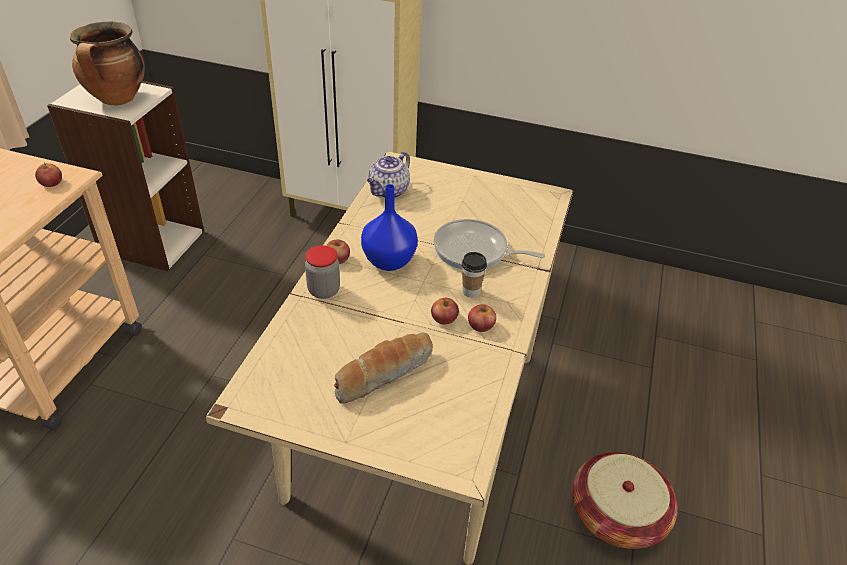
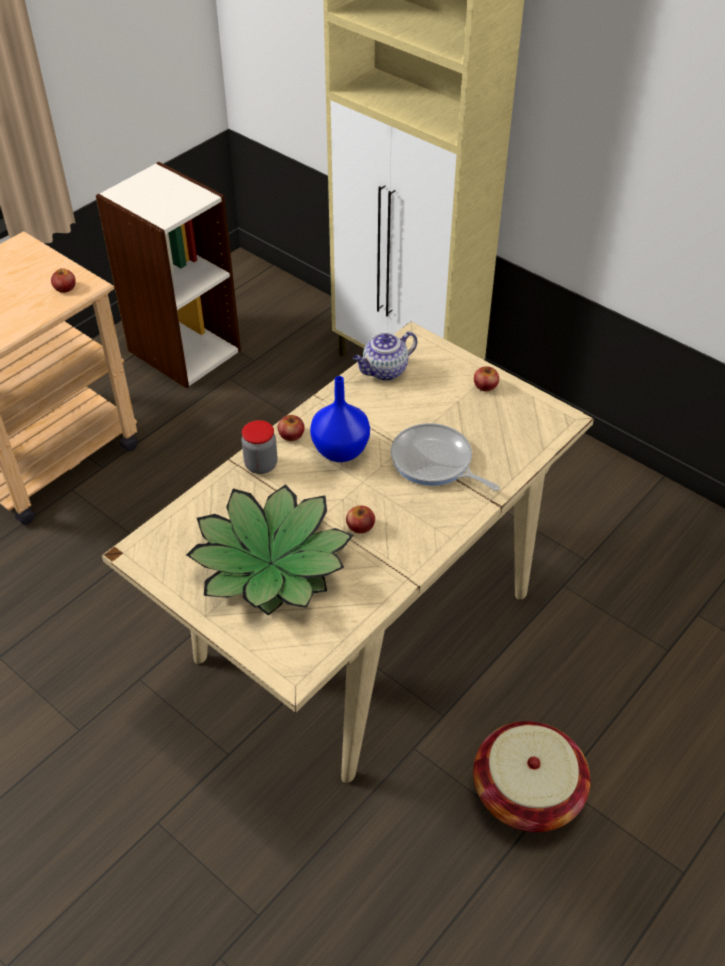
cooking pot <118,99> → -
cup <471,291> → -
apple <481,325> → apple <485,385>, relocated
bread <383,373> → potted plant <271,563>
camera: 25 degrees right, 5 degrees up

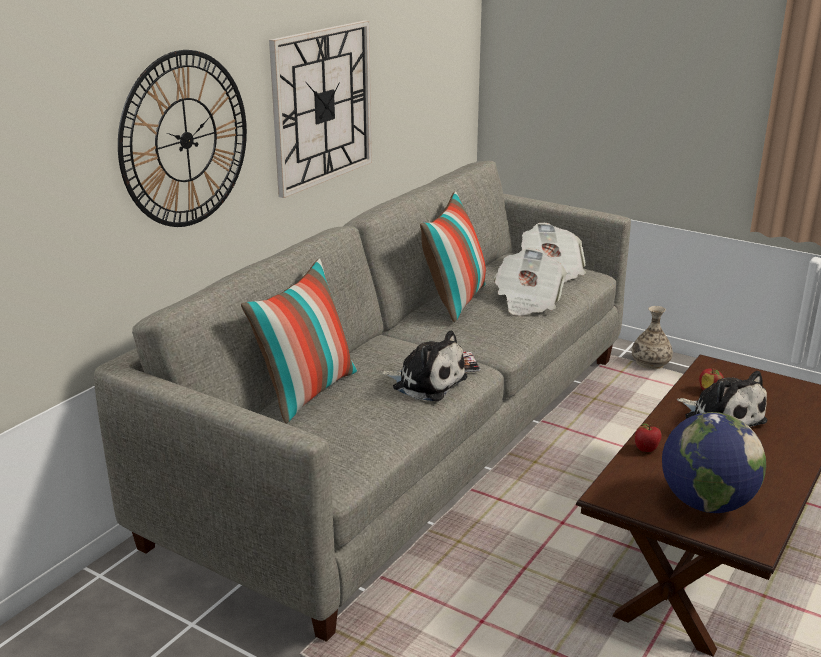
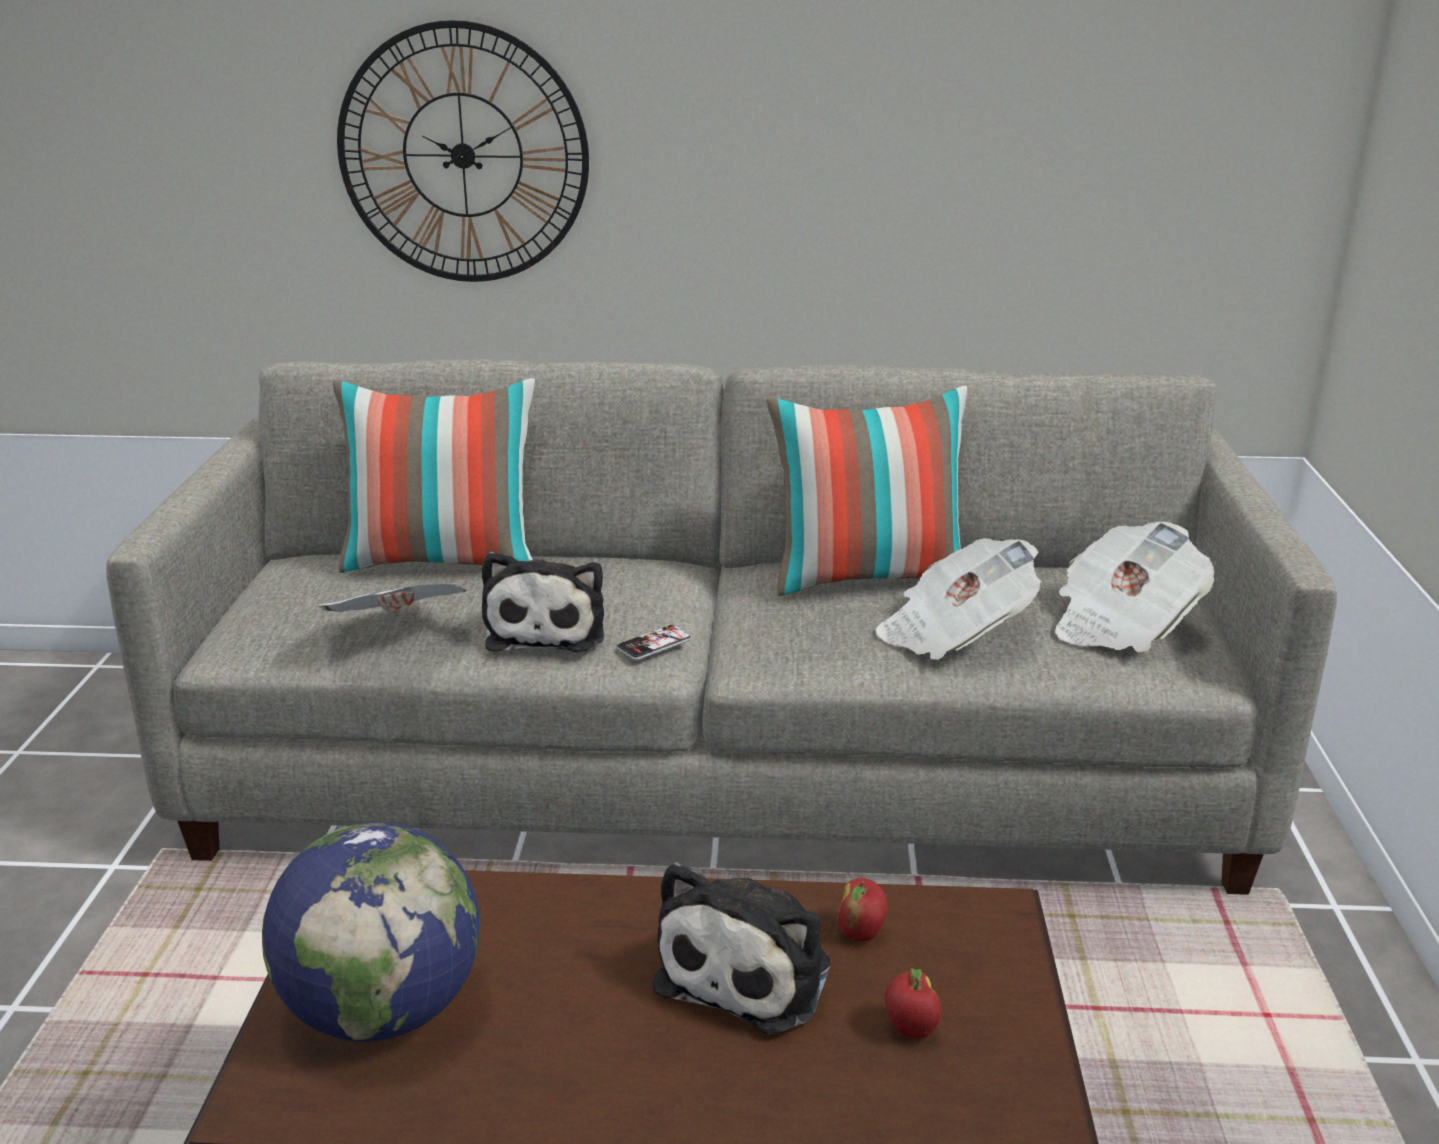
wall clock <322,106> → -
vase <650,364> → -
apple <646,450> → apple <910,1030>, relocated
- → newspaper <396,635>
camera: 60 degrees right, 0 degrees up

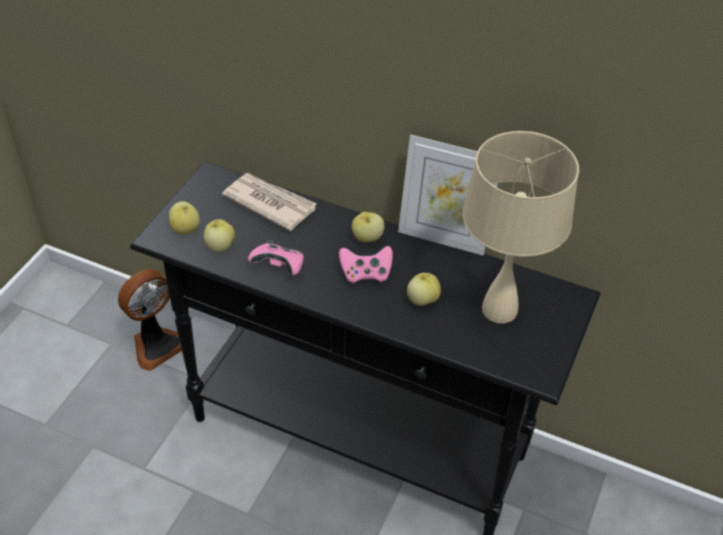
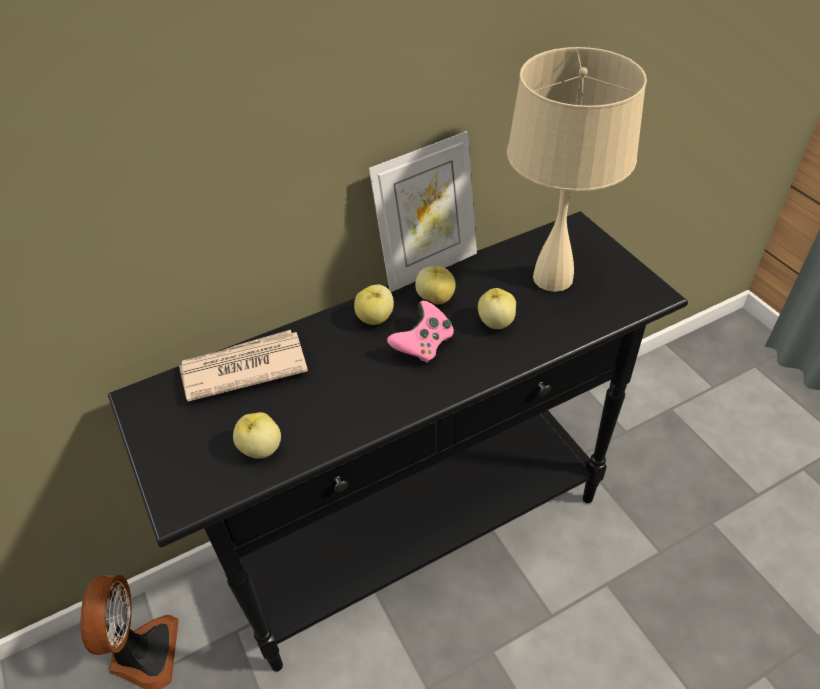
apple <186,229> → apple <436,298>, relocated
pink game controller <279,267> → -
camera: 50 degrees left, 0 degrees up

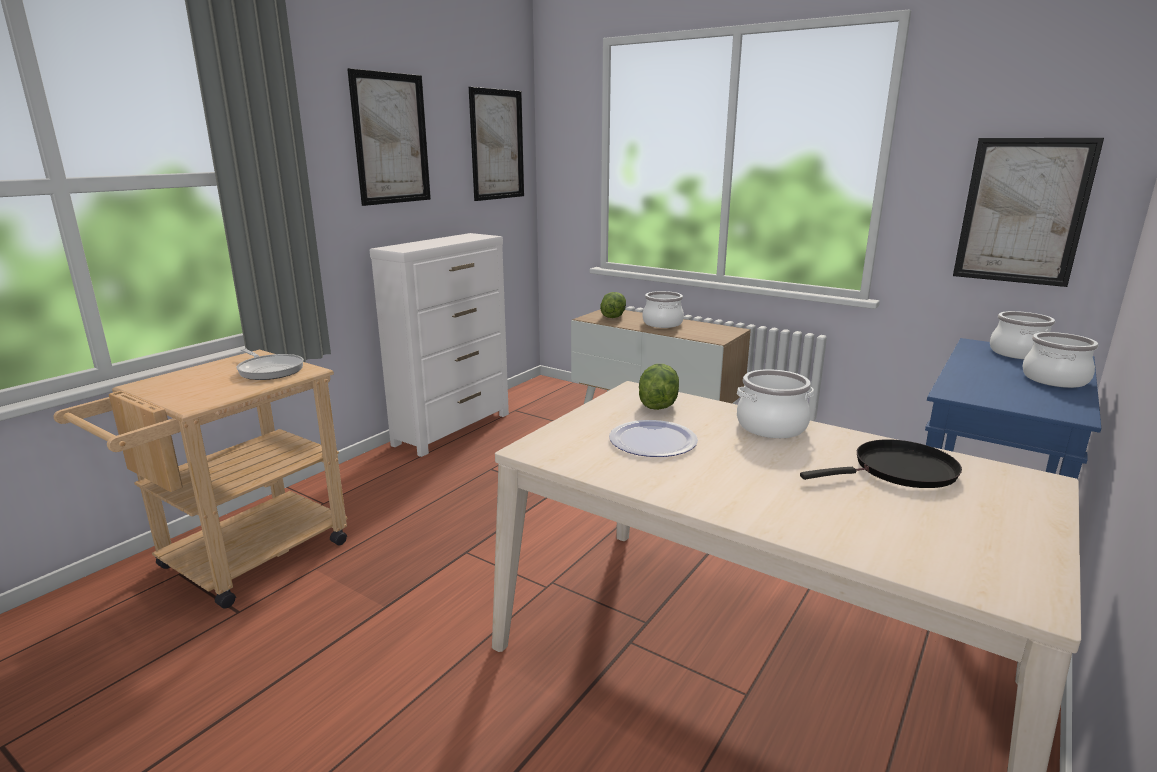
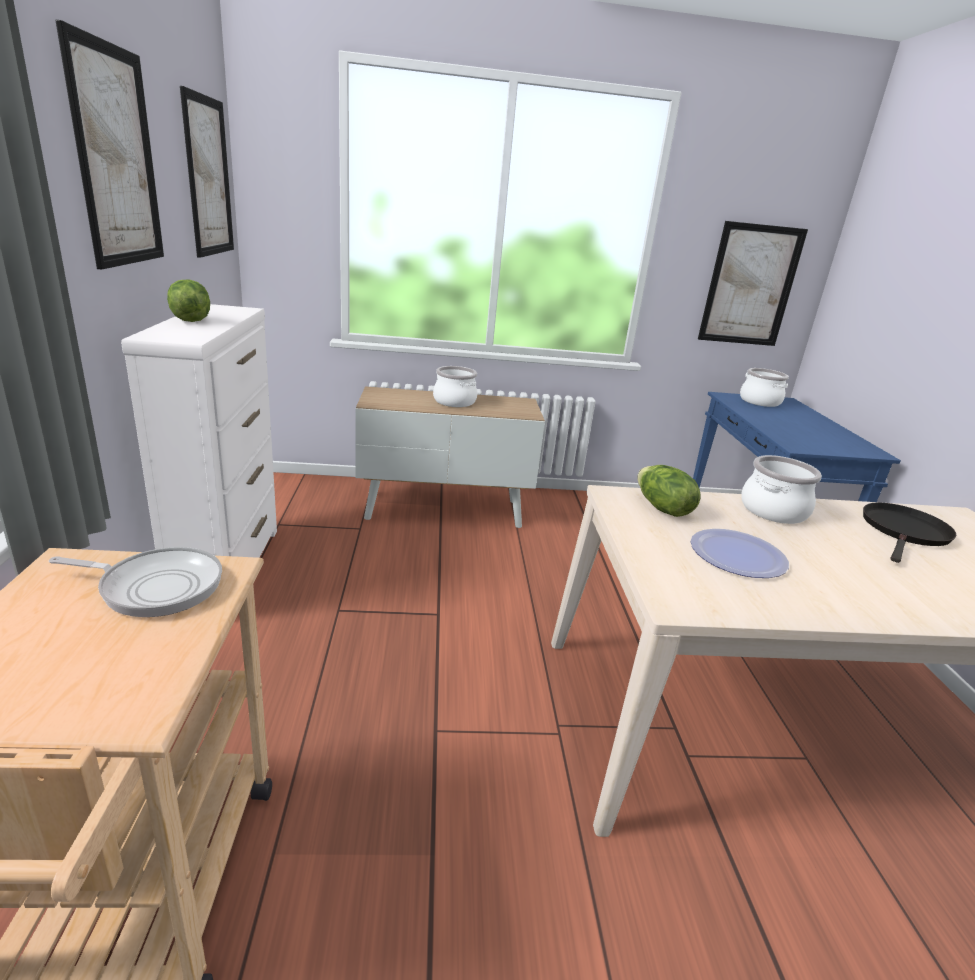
lettuce <613,316> → lettuce <190,320>, relocated
cooking pot <1054,379> → -
camera: 40 degrees left, 5 degrees up

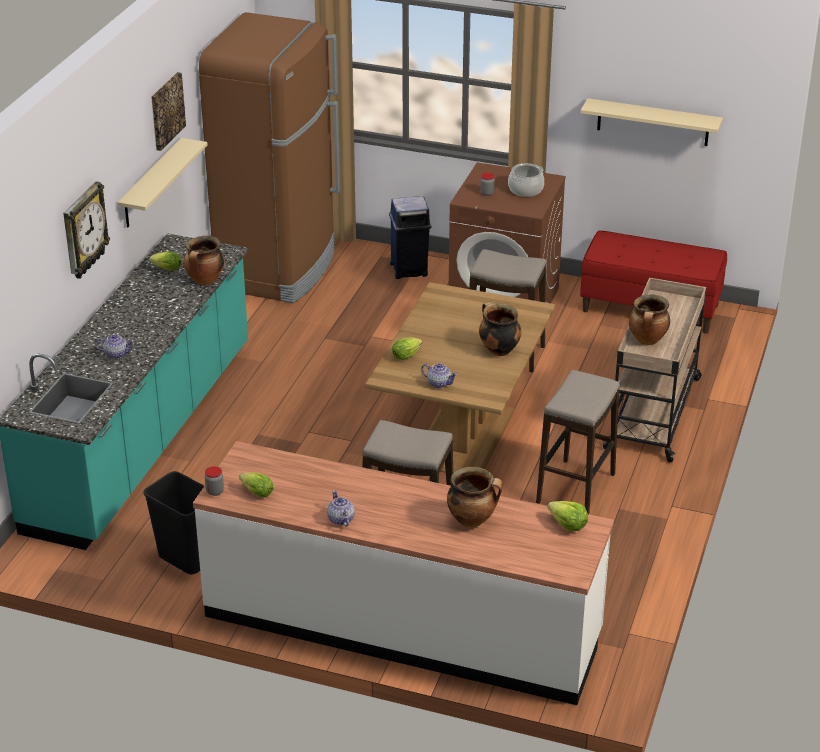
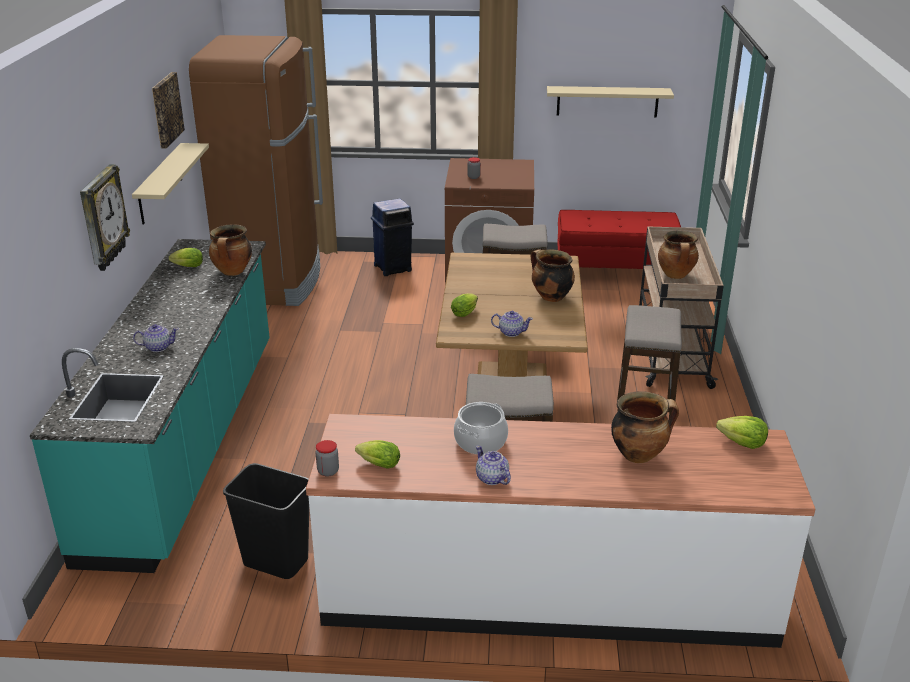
cooking pot <525,190> → cooking pot <480,441>, relocated
camera: 15 degrees left, 5 degrees down

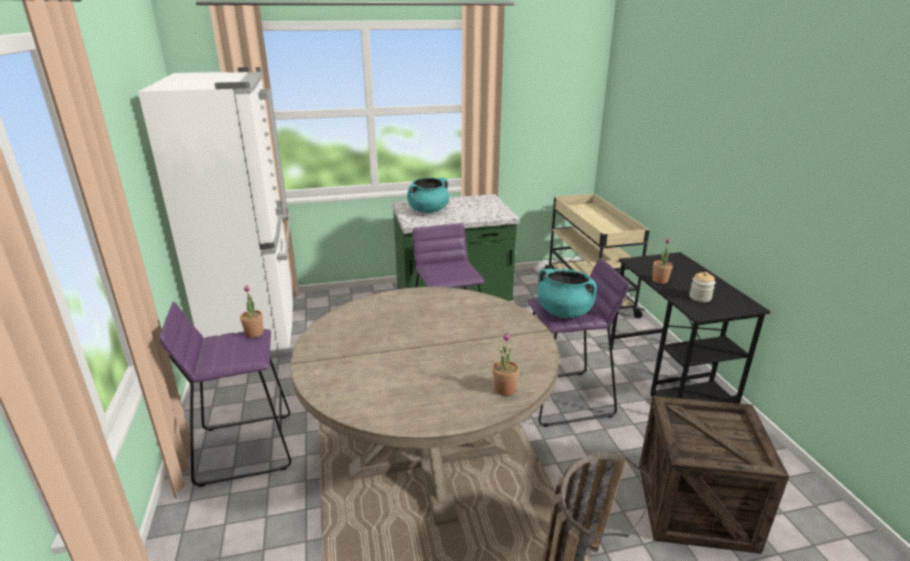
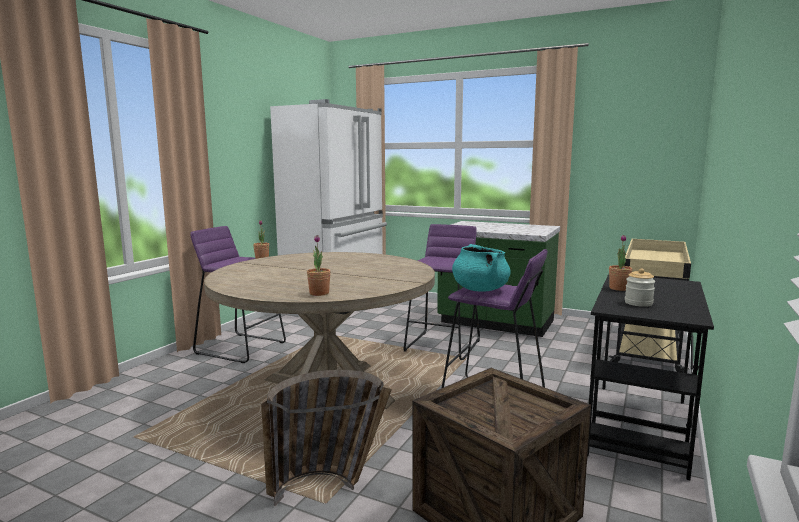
turquoise cooking pot <428,210> → -
camera: 40 degrees right, 15 degrees down

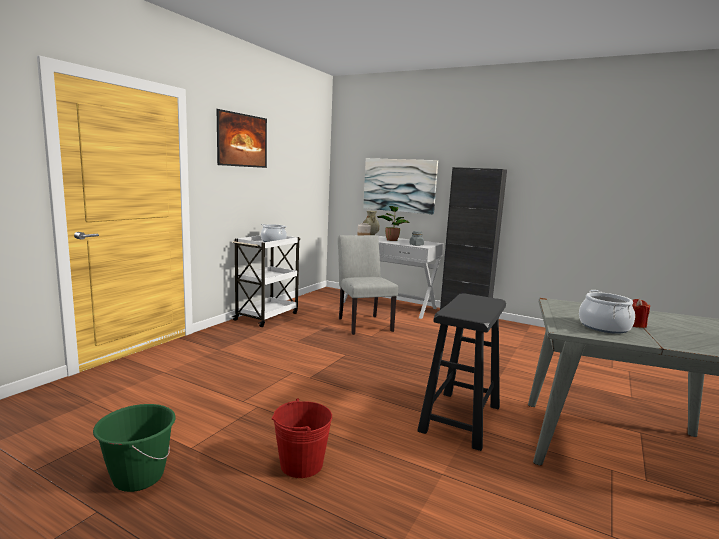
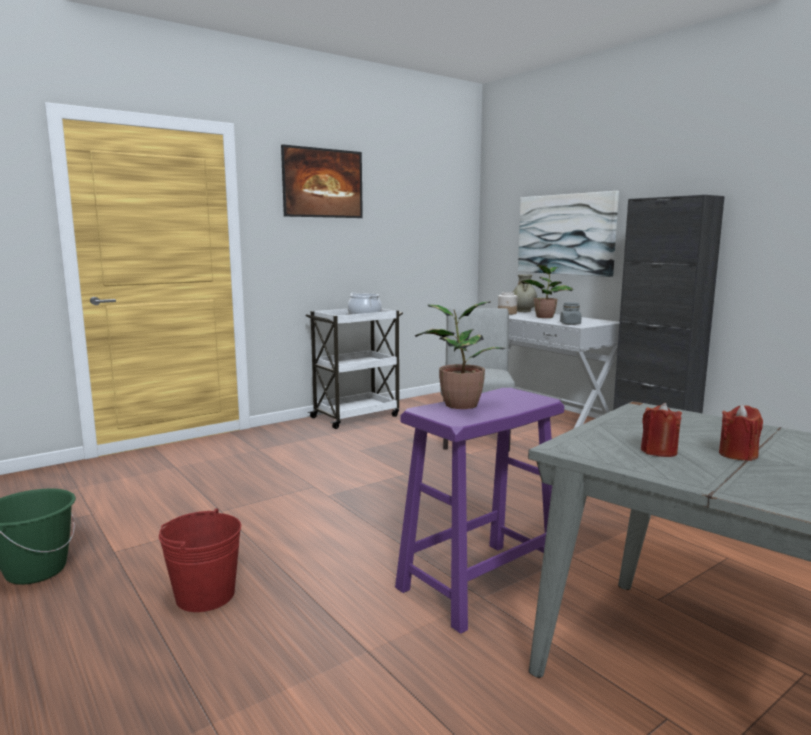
cooking pot <604,327> → red candle <658,451>
black stool <461,418> → purple stool <480,583>
- → potted plant <458,404>
camera: 25 degrees right, 0 degrees up

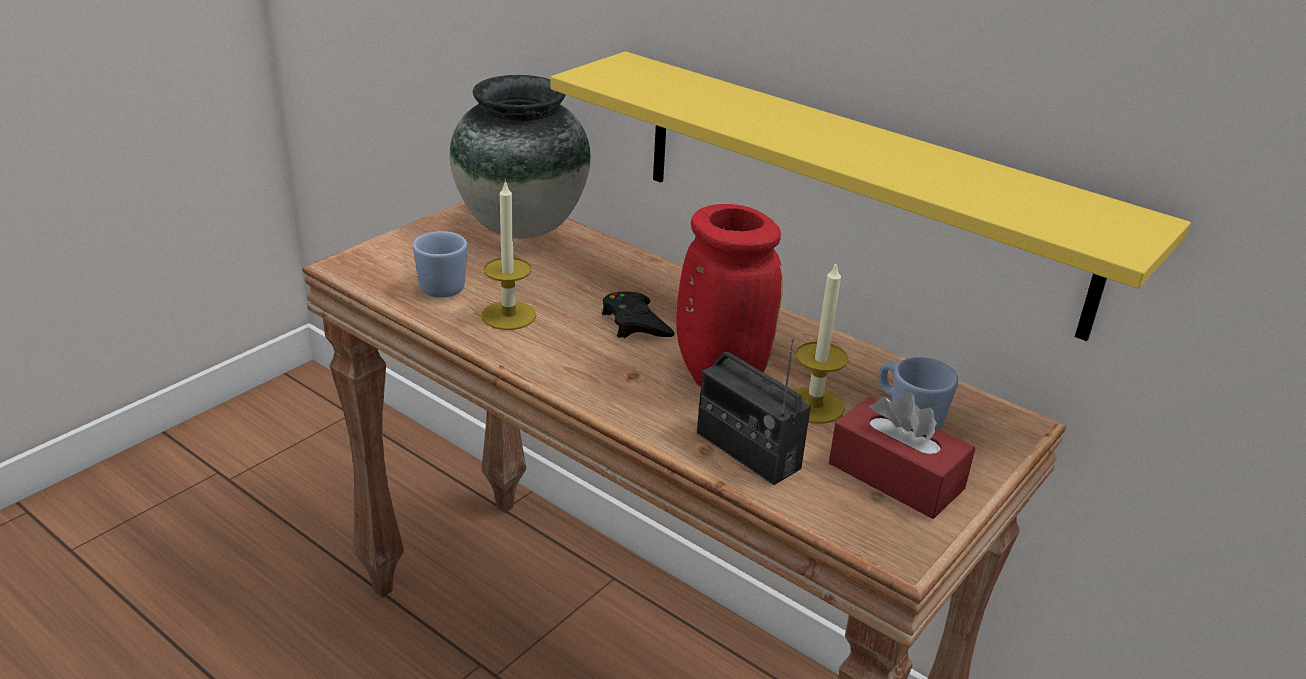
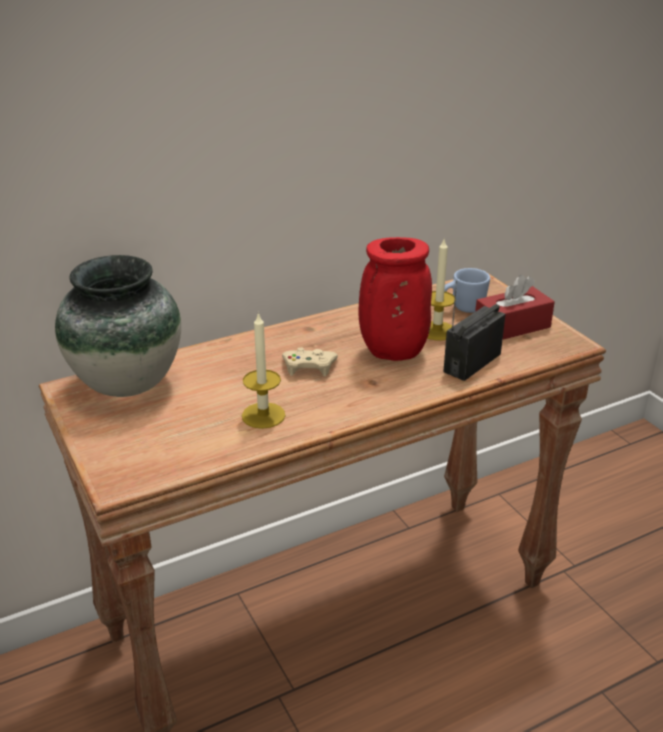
yellow shelf <857,188> → -
blue mug <440,285> → -
black game controller <635,323> → beige game controller <309,367>
radio <747,451> → radio <472,363>, 150 degrees clockwise
camera: 65 degrees left, 0 degrees up

